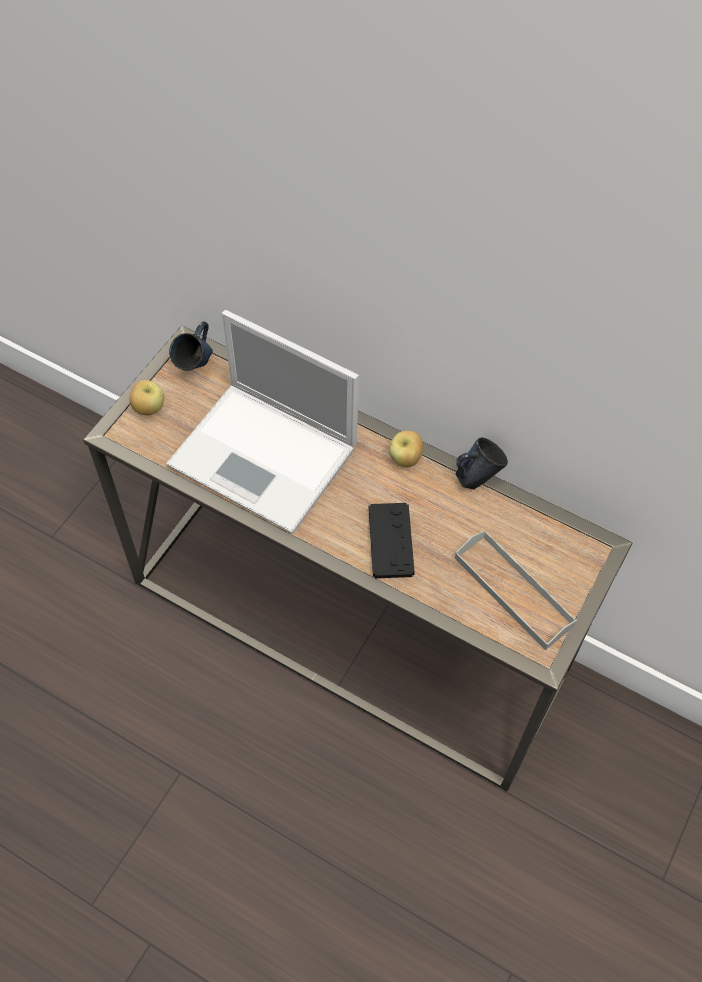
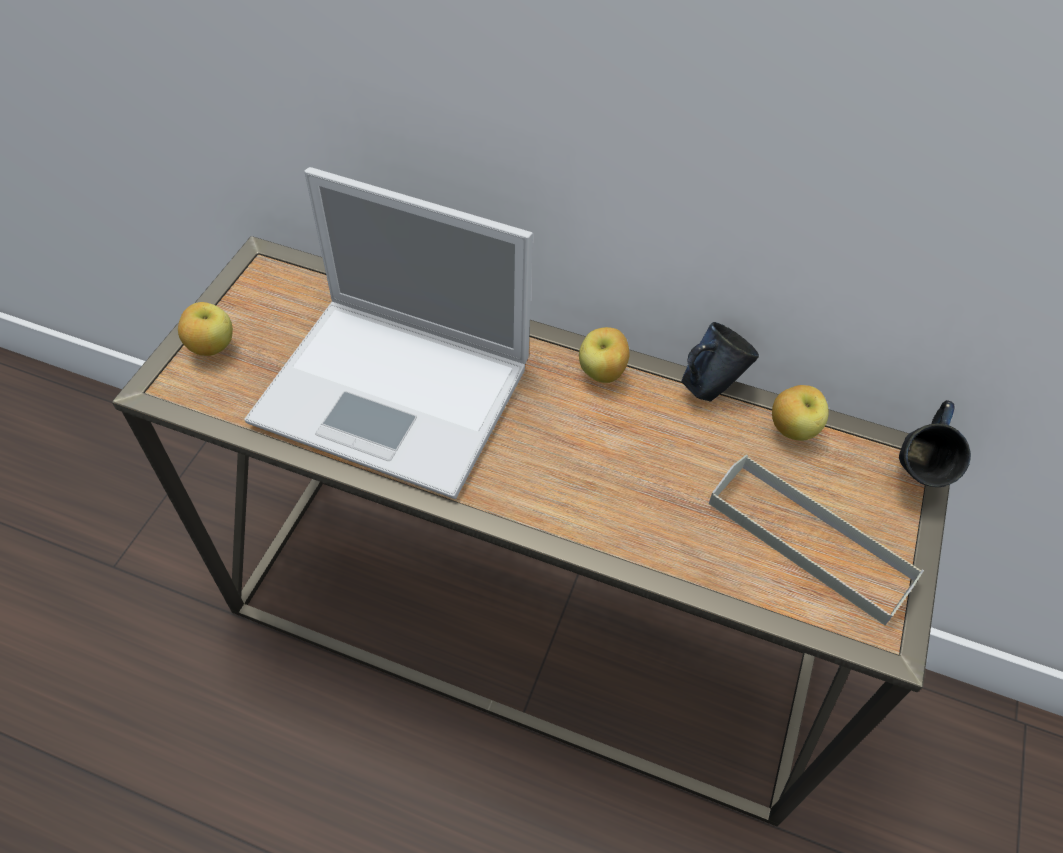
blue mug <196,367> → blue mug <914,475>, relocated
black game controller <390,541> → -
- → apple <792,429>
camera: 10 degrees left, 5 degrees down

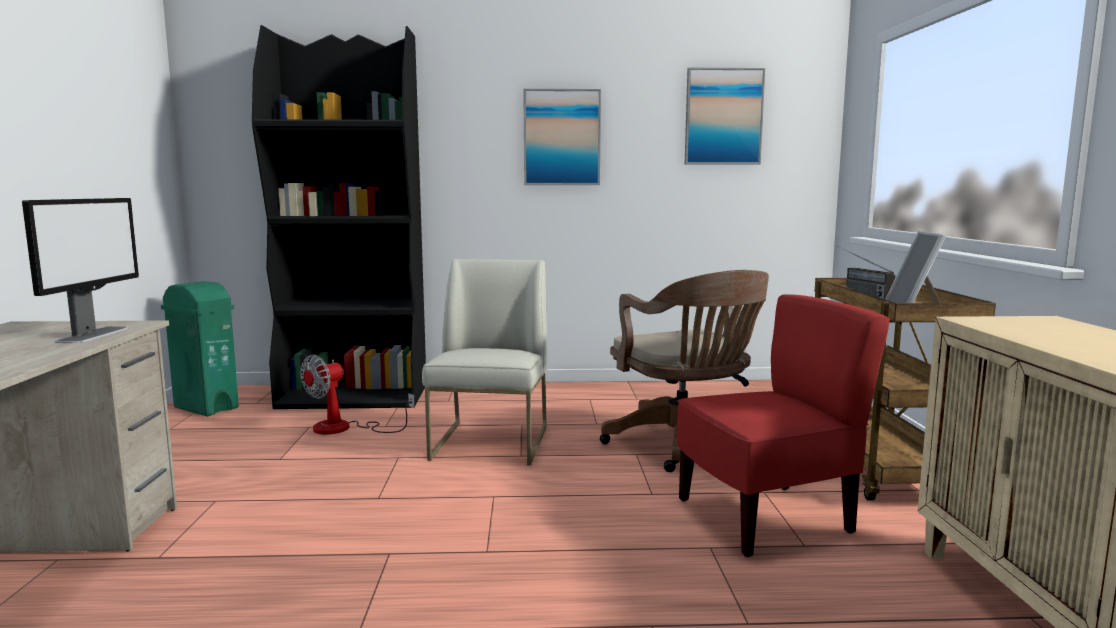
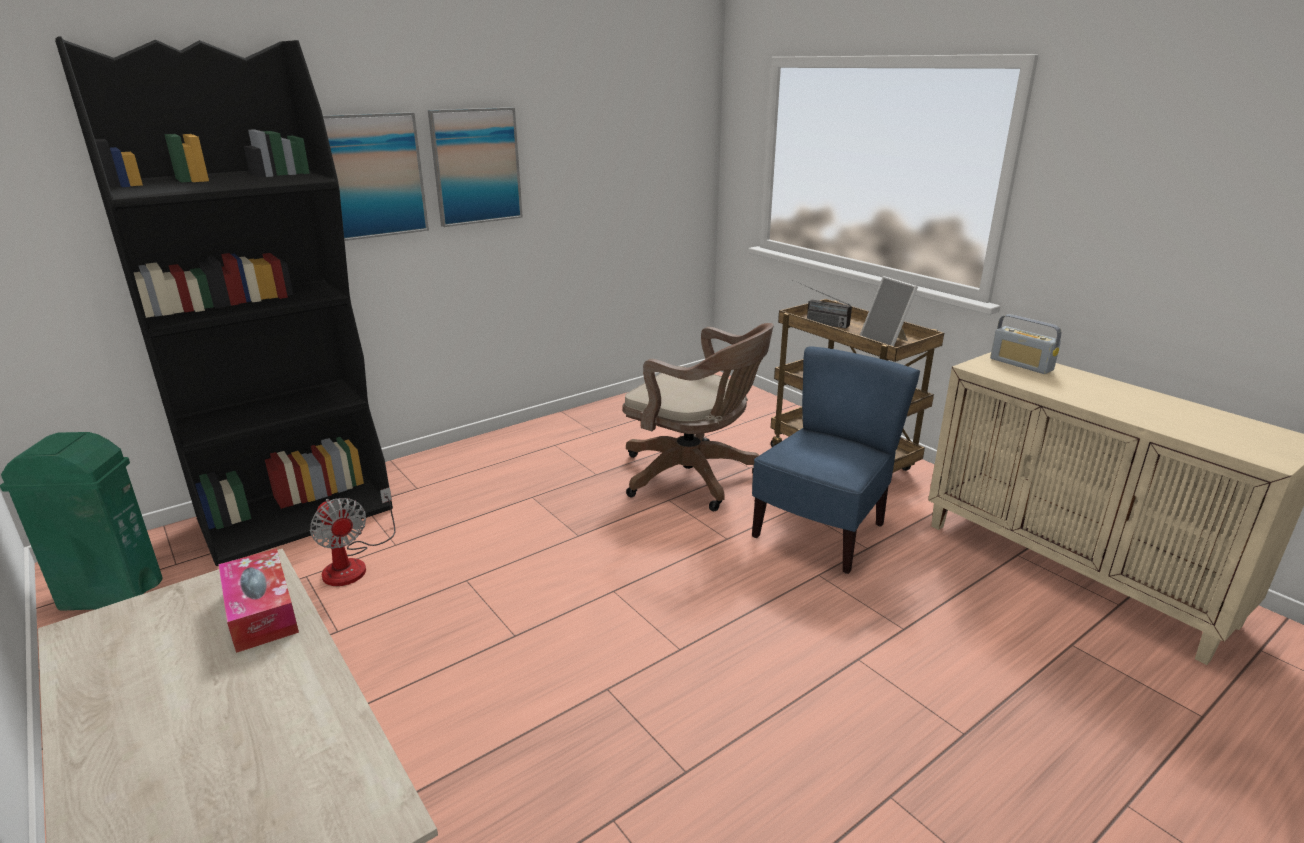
picture <723,117> → picture <373,176>, relocated
monitor <93,334> → tissue box <261,611>
white chair <491,443> → -
red chair <765,517> → blue chair <821,532>
fan <345,428> → fan <353,564>, 45 degrees counterclockwise
- → radio <1021,364>
camera: 35 degrees left, 15 degrees up

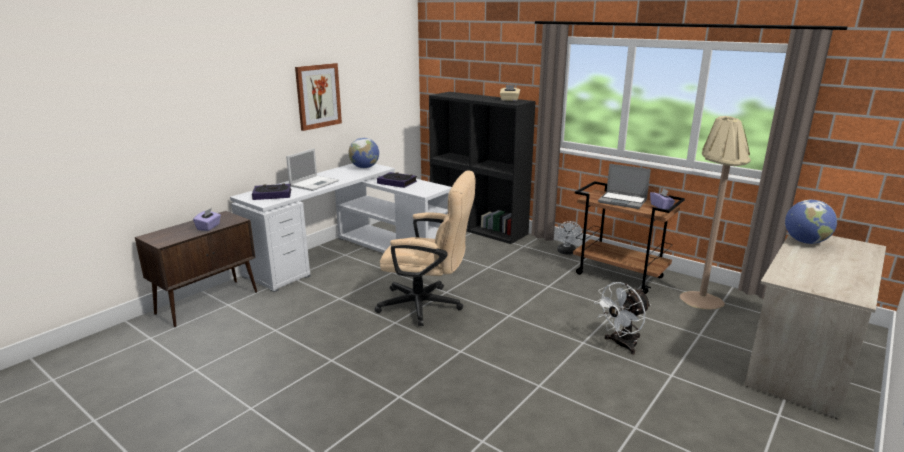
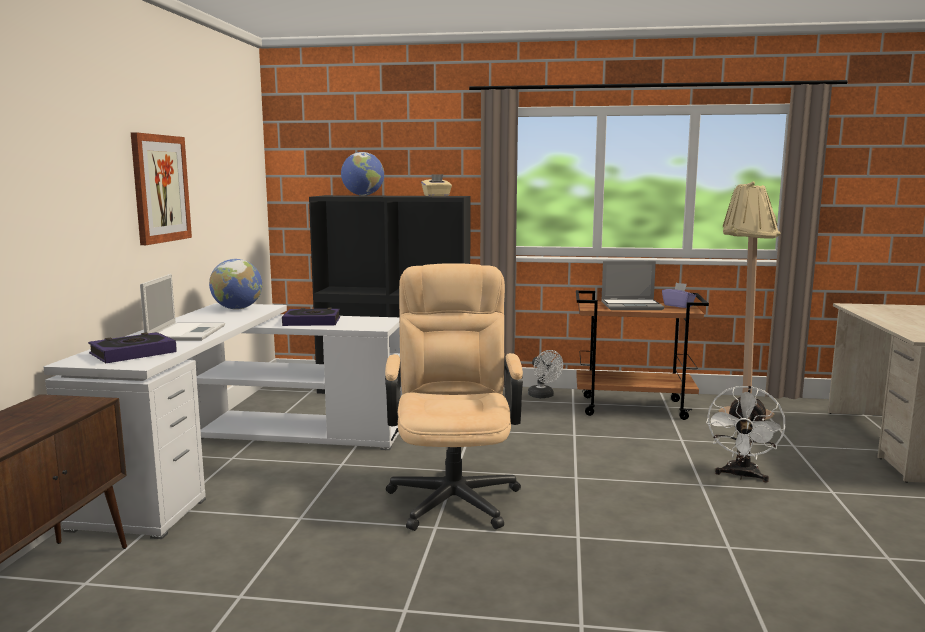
beige office chair <427,306> → beige office chair <454,493>, 75 degrees counterclockwise
globe <805,242> → globe <363,195>, relocated
purple tissue box <209,227> → -
camera: 30 degrees left, 10 degrees down

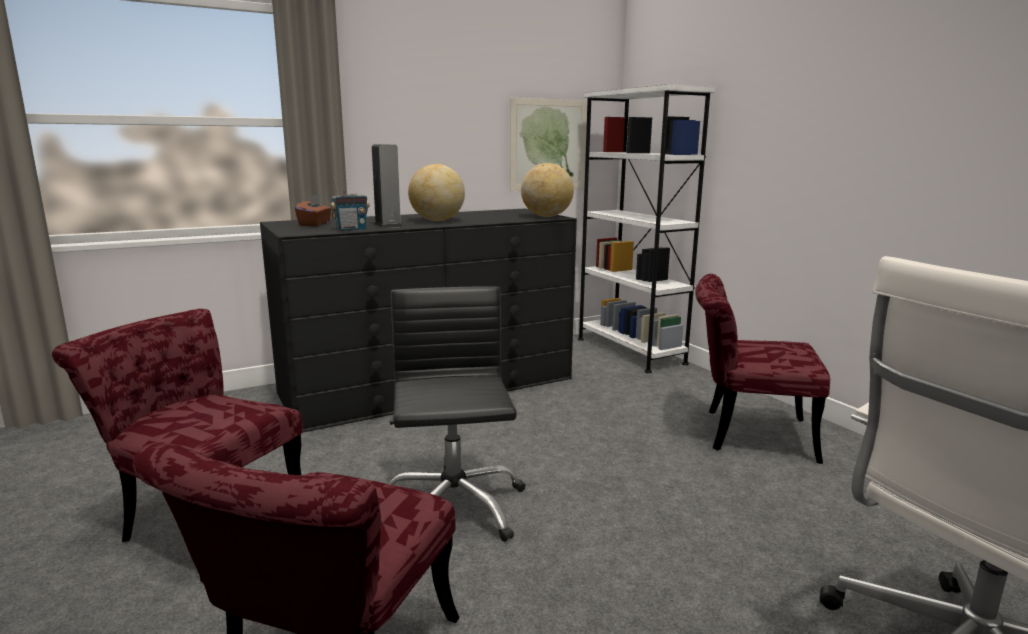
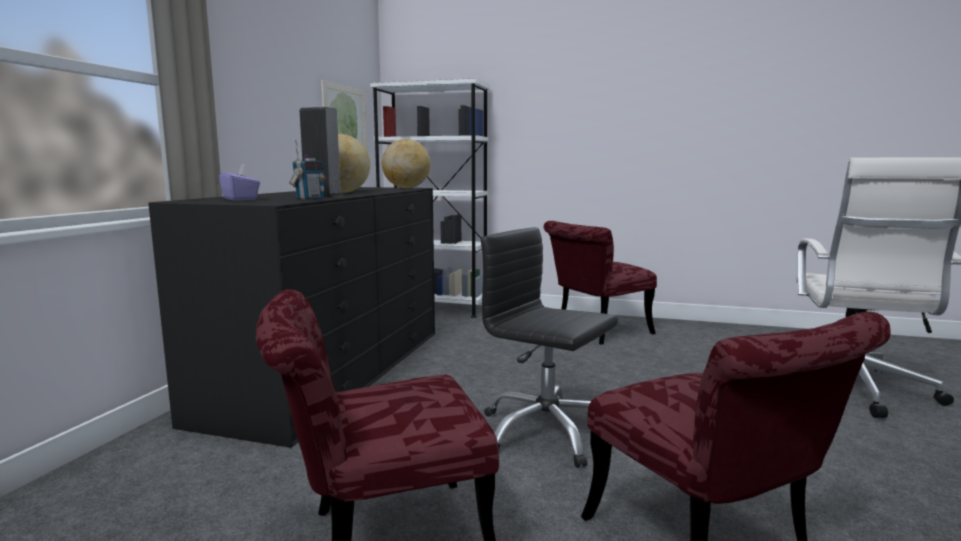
brown tissue box <315,224> → purple tissue box <241,199>
camera: 45 degrees left, 5 degrees down

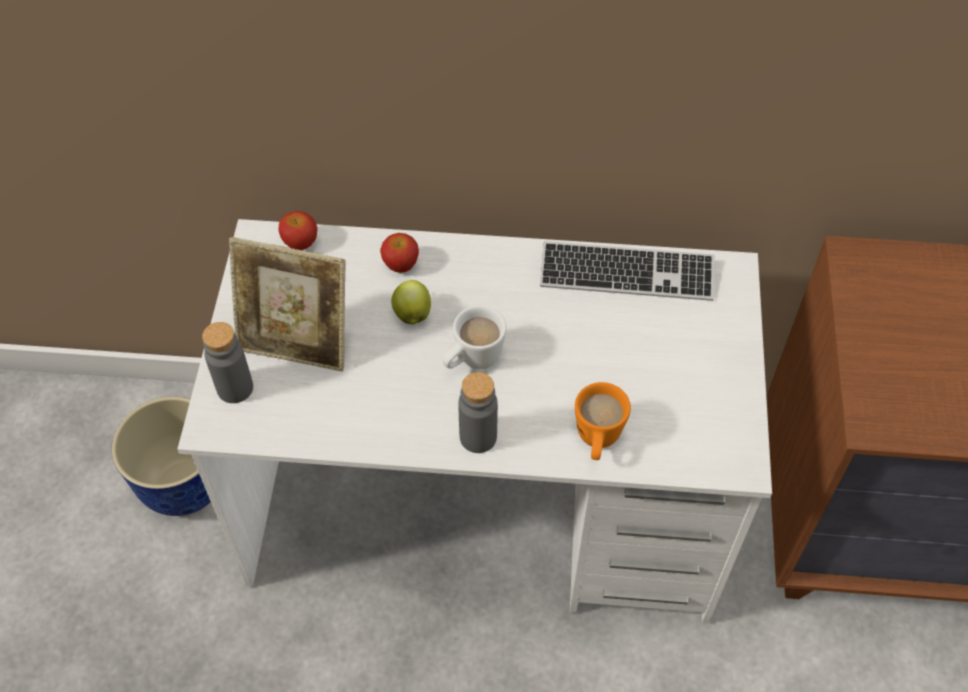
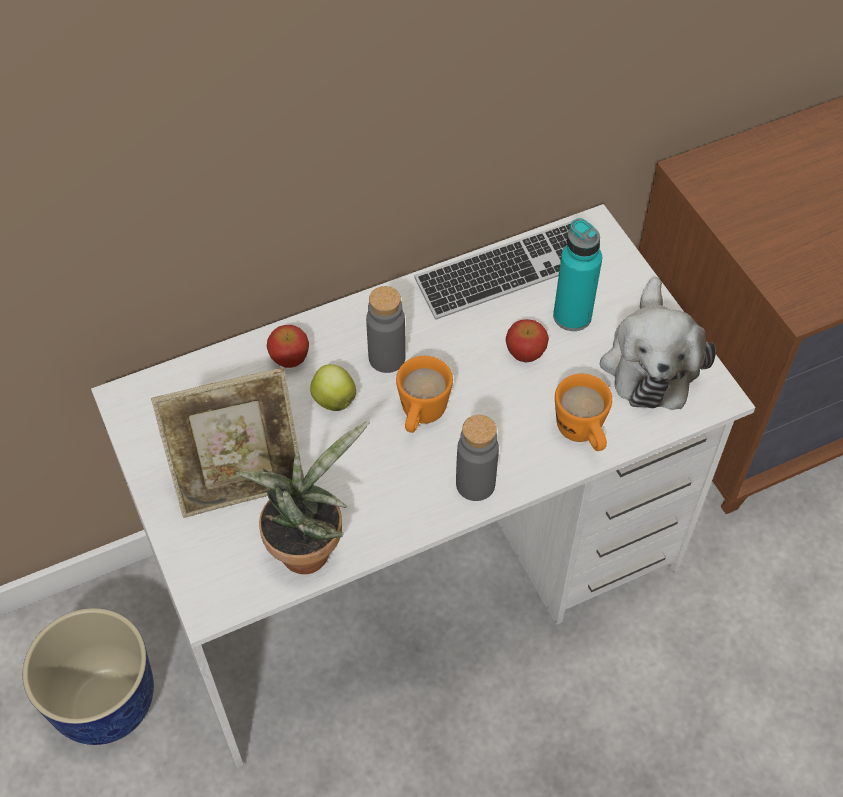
apple <300,243> → apple <525,353>, relocated
white mug <472,360> → orange mug <421,417>
grey bottle <235,388> → grey bottle <387,358>, relocated
- → turquoise bottle <572,316>
- → plush toy <650,361>
- → potted plant <308,545>
camera: 30 degrees left, 0 degrees up

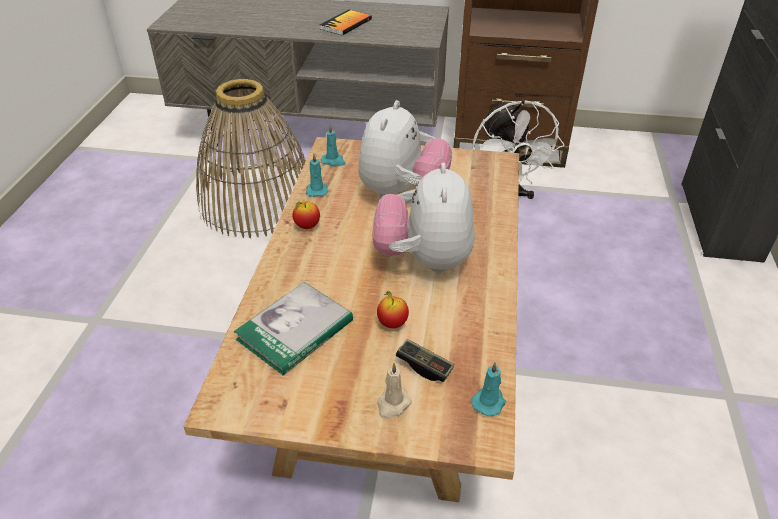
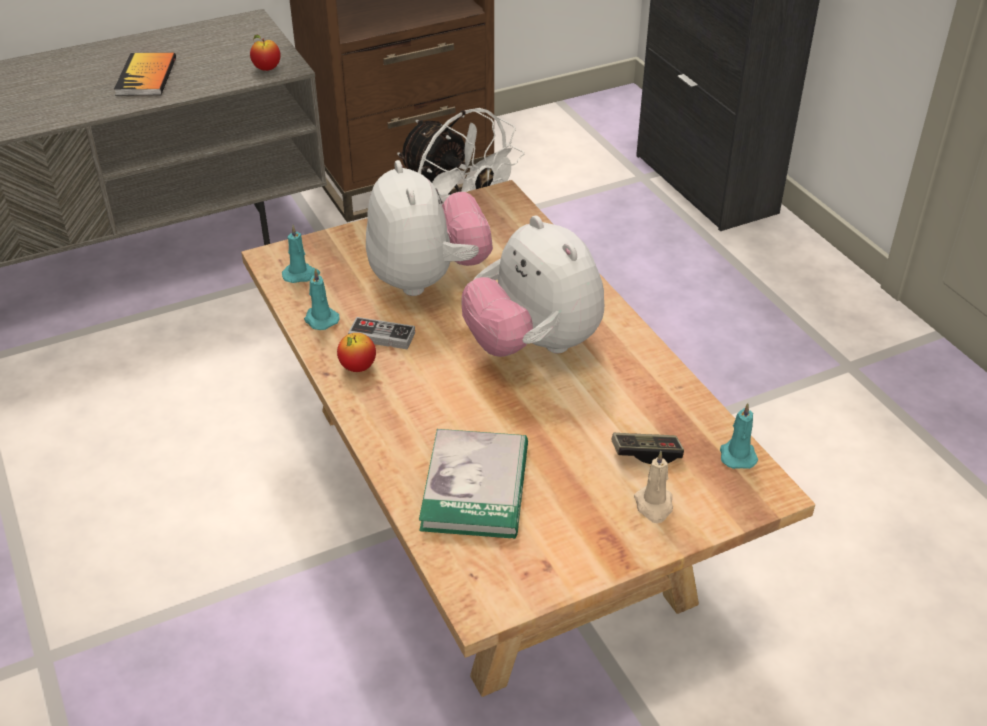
basket <257,202> → -
apple <392,323> → apple <267,69>, relocated
- → game controller <382,336>
camera: 35 degrees left, 0 degrees up

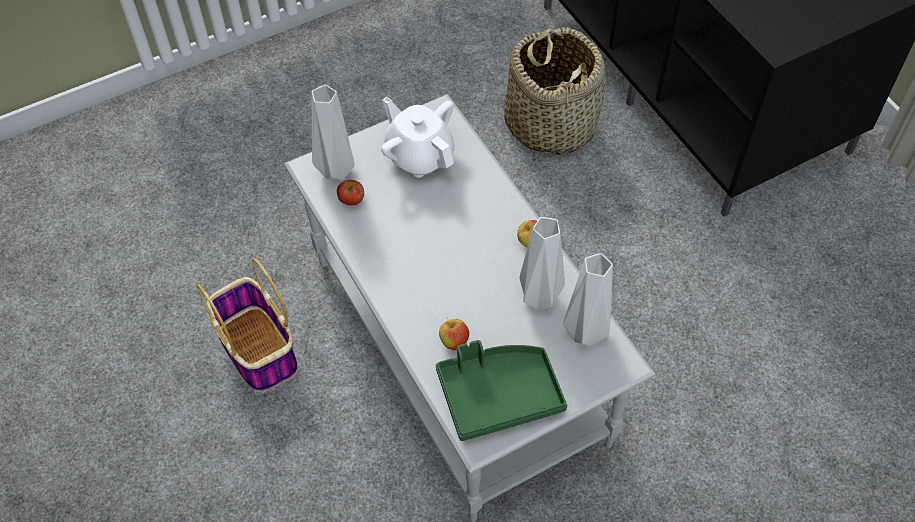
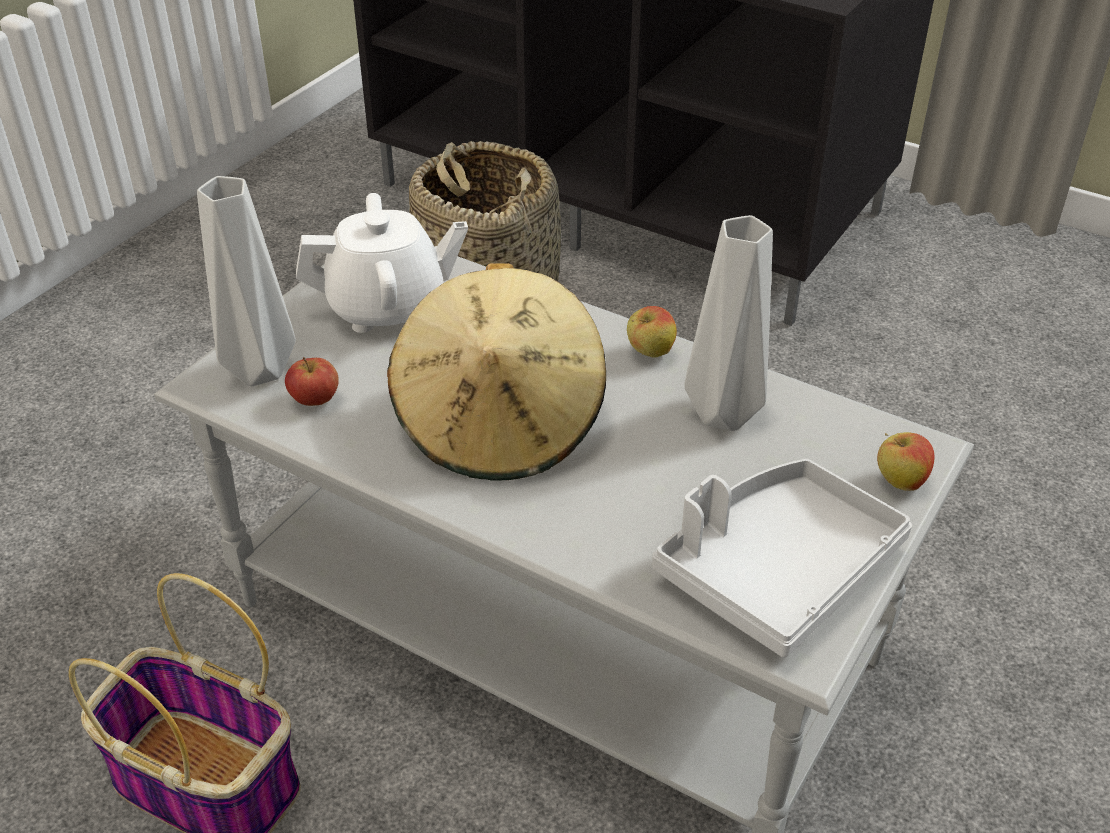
white teapot <419,155> → white teapot <388,307>, 150 degrees clockwise
grey vase <587,332> → -
apple <454,342> → apple <899,482>, relocated
green tray <499,395> → grey tray <777,569>
- → beige hat <500,423>
camera: 30 degrees left, 15 degrees down

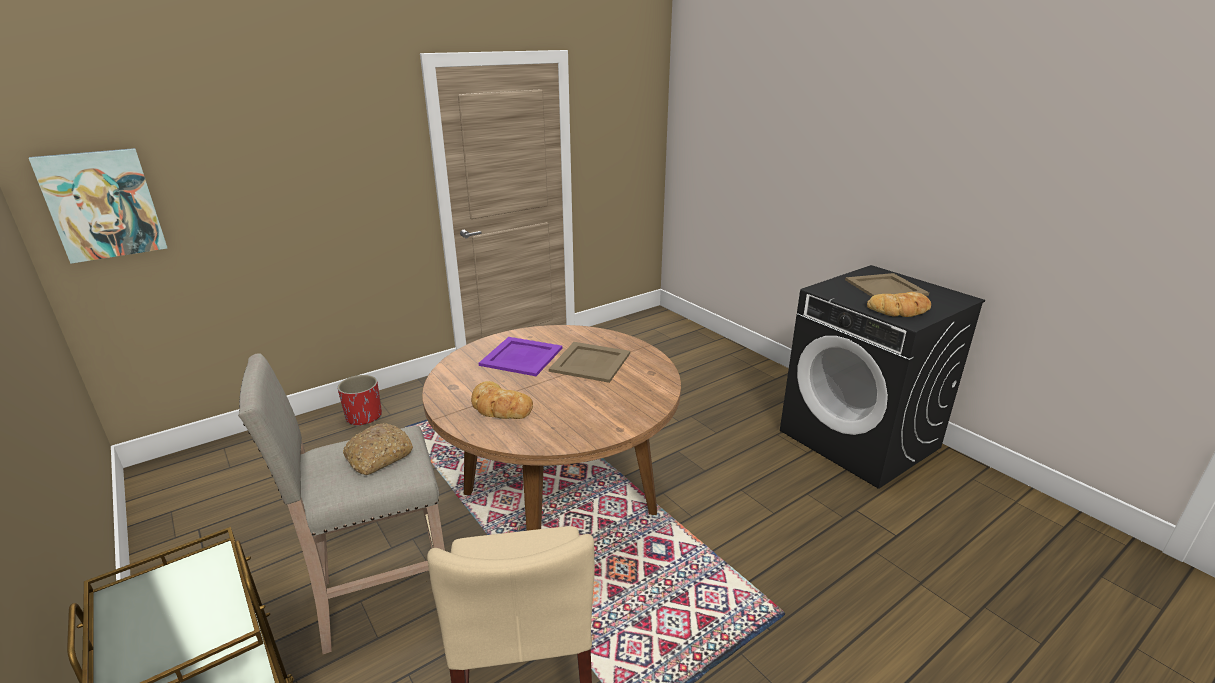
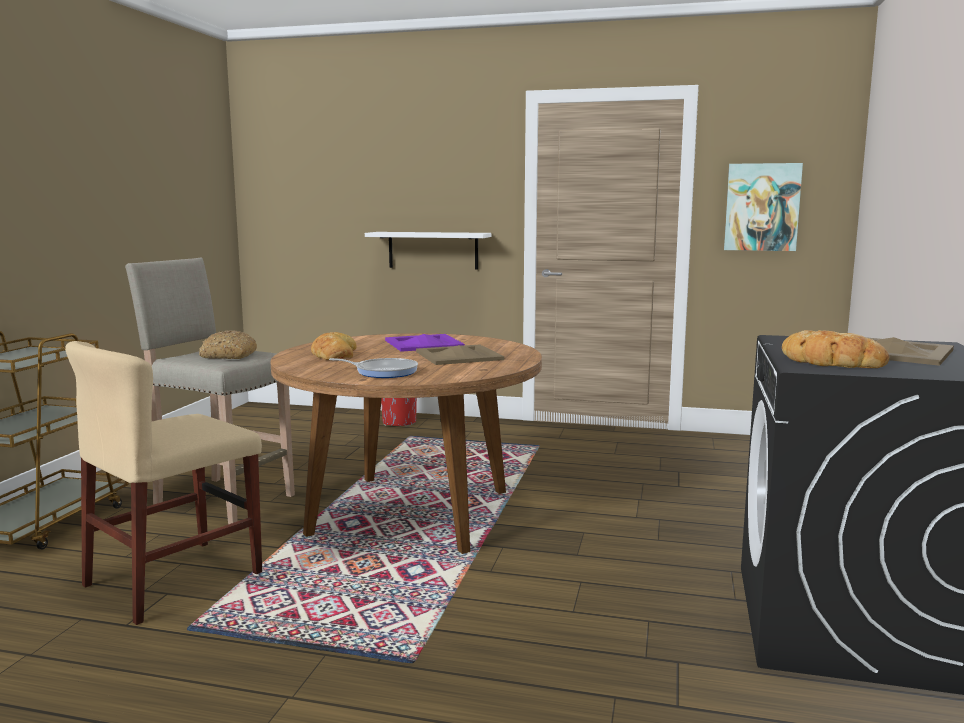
picture <102,205> → picture <762,207>, relocated
- → white shelf <433,250>
- → frying pan <383,372>
camera: 50 degrees right, 15 degrees down

